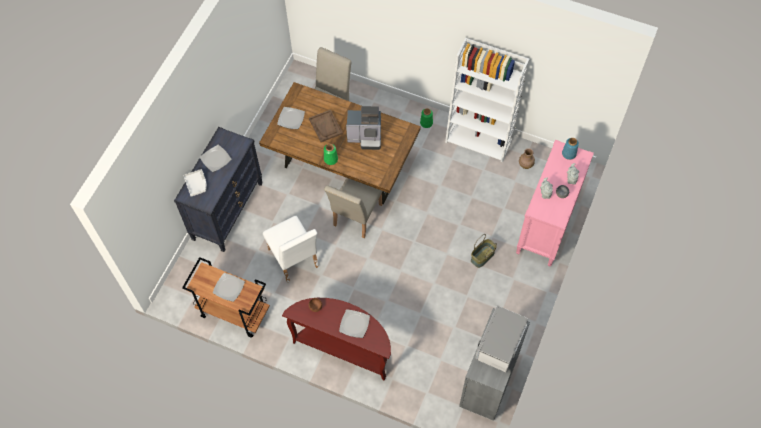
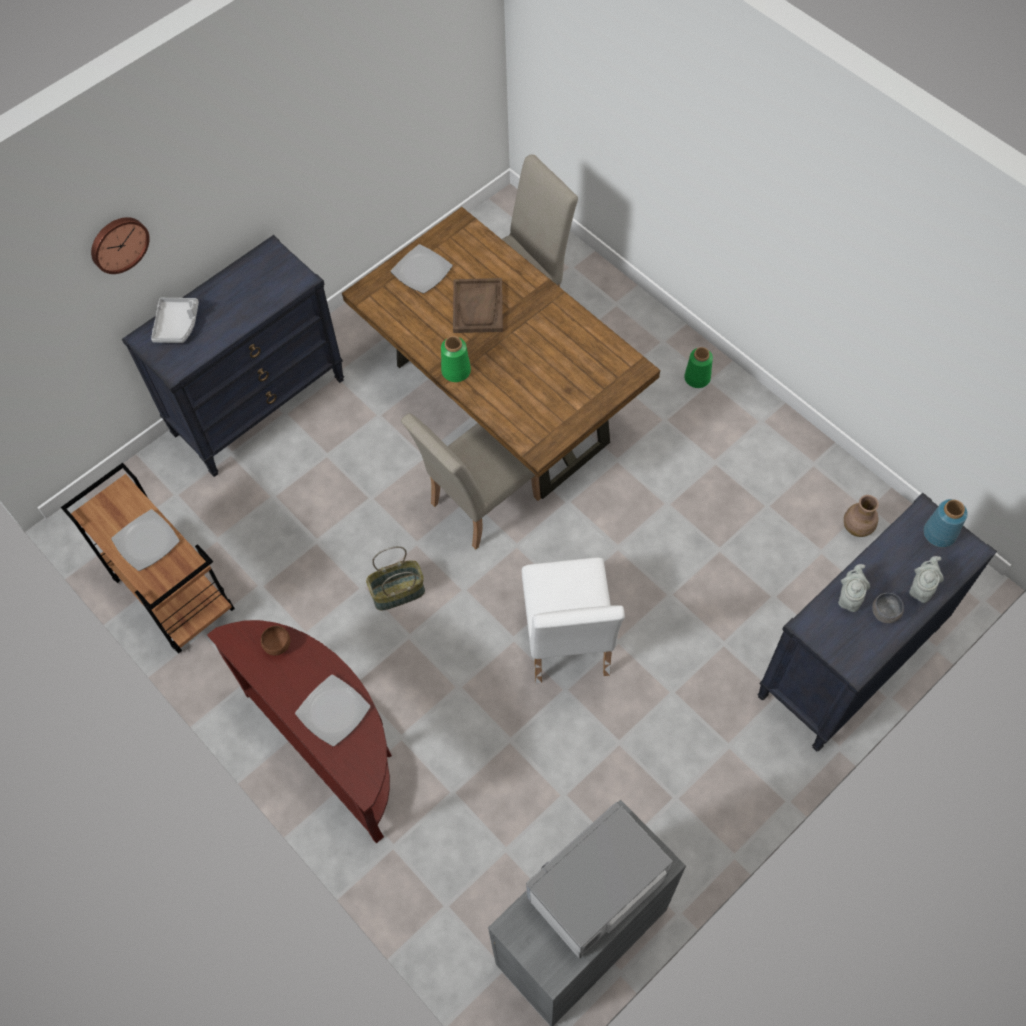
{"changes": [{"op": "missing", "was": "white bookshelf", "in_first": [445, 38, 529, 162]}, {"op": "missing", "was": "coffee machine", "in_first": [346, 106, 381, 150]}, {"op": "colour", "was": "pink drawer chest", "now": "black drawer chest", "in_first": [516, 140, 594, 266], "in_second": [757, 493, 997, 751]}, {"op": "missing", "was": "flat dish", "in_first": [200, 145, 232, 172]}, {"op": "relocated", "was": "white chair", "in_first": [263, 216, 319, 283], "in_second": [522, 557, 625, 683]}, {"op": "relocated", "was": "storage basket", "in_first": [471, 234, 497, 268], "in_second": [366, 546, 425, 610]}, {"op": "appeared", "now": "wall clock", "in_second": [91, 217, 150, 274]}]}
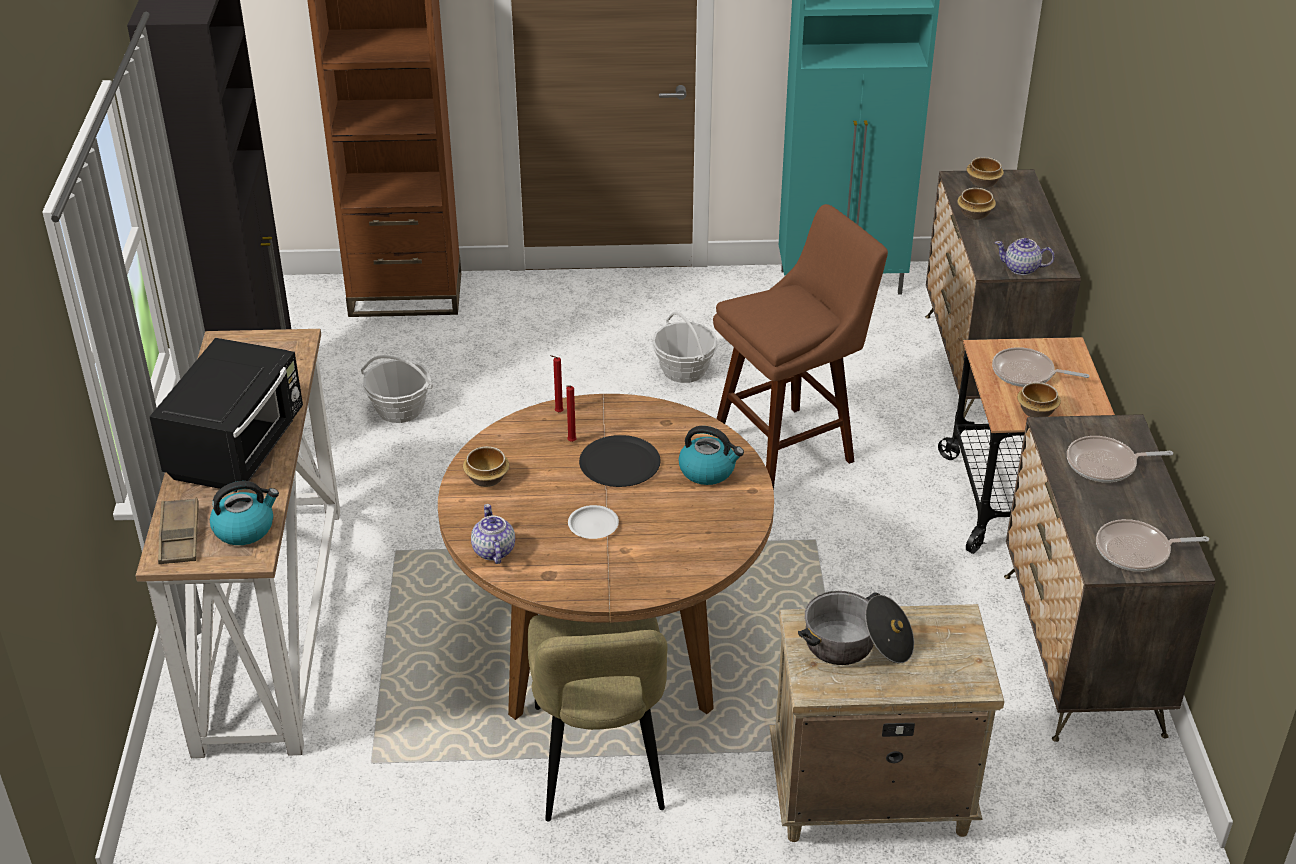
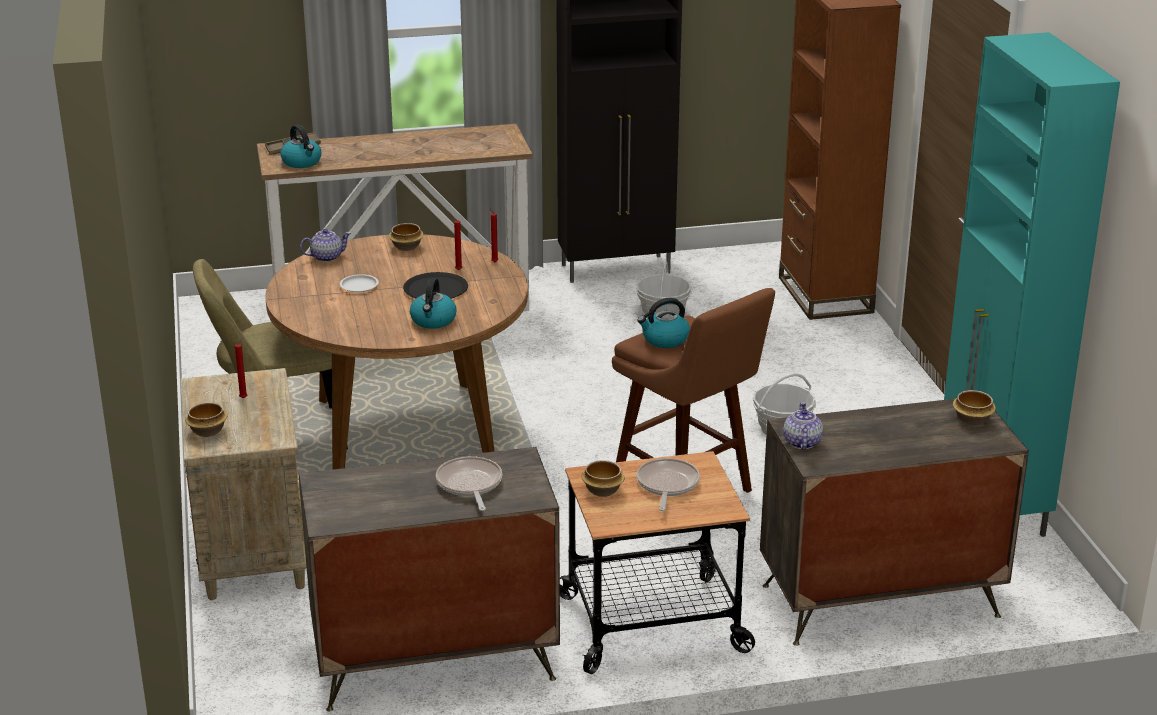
{"changes": [{"op": "relocated", "was": "deep dish", "in_first": [957, 188, 996, 220], "in_second": [185, 402, 227, 437]}, {"op": "missing", "was": "black microwave oven", "in_first": [150, 338, 303, 492]}, {"op": "missing", "was": "frying pan", "in_first": [1096, 519, 1209, 572]}, {"op": "exchanged", "was": "saucepot", "now": "red wax candle", "in_first": [798, 591, 914, 665], "in_second": [235, 337, 247, 398]}, {"op": "appeared", "now": "kettle", "in_second": [637, 298, 690, 348]}]}
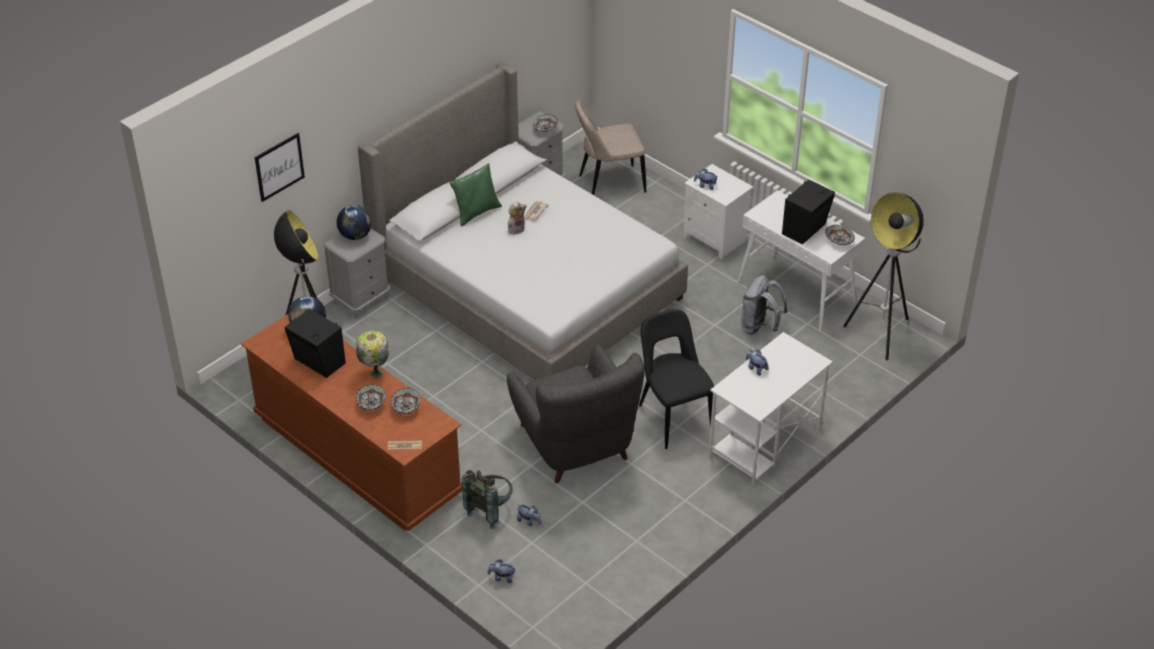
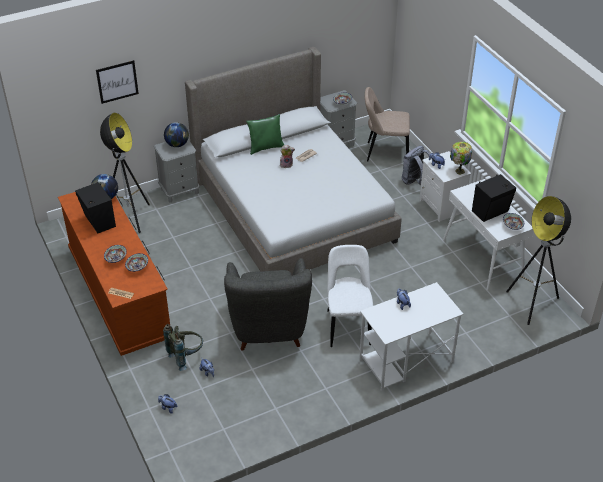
{"changes": [{"op": "relocated", "was": "greyish rucksack", "in_first": [741, 275, 788, 335], "in_second": [402, 146, 430, 185]}, {"op": "colour", "was": "black chair", "now": "white chair", "in_first": [639, 309, 714, 449], "in_second": [327, 245, 373, 347]}, {"op": "relocated", "was": "table lamp", "in_first": [356, 330, 389, 379], "in_second": [450, 141, 472, 175]}]}
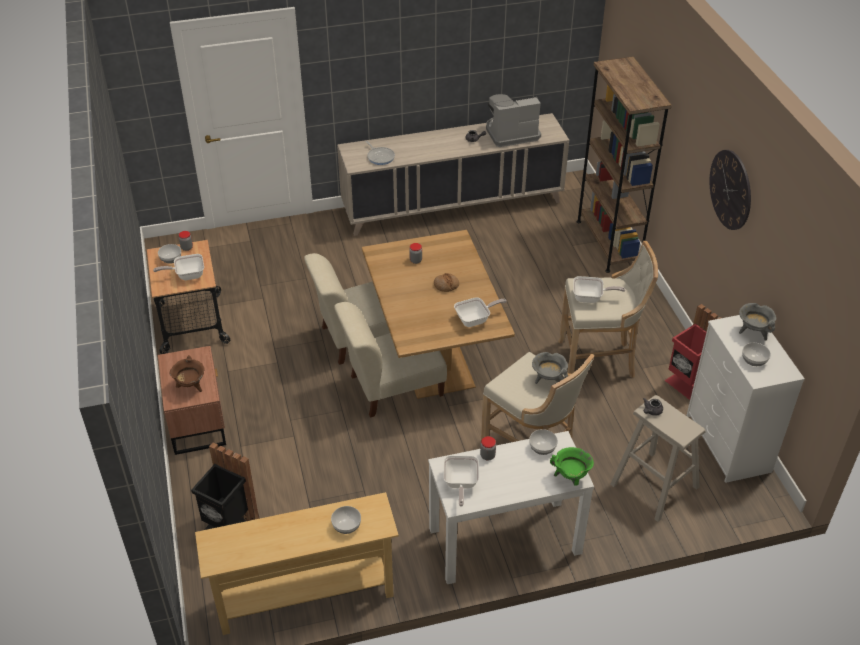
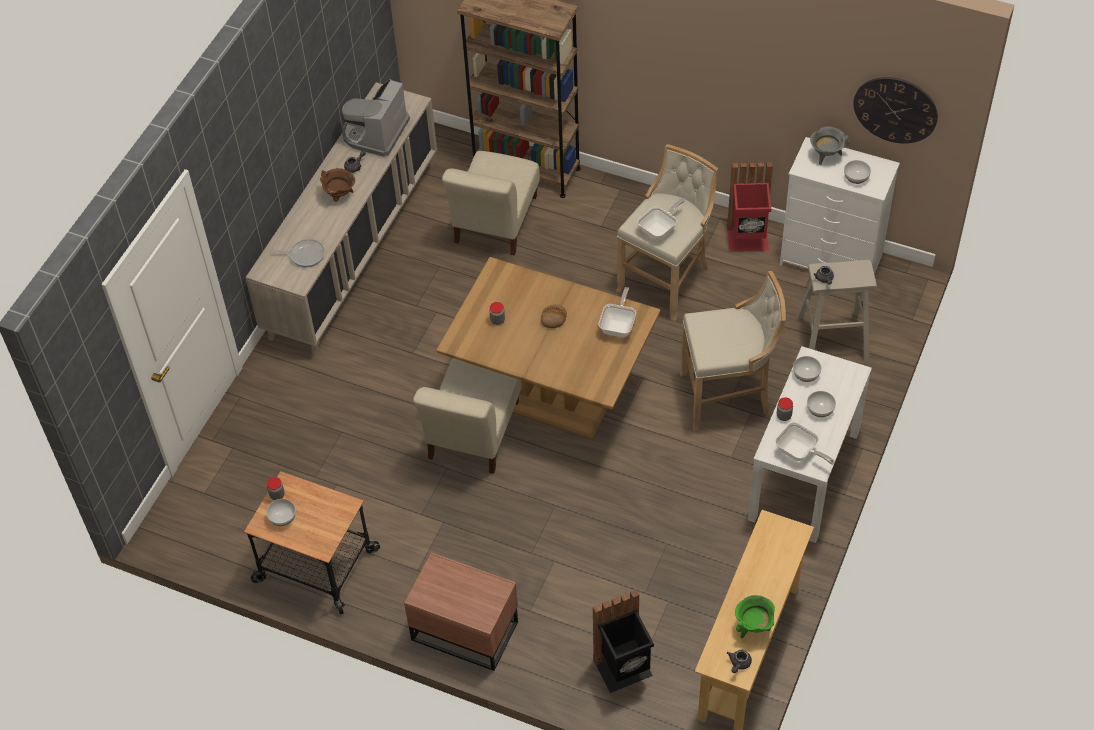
{"changes": [{"op": "relocated", "was": "wall clock", "in_first": [710, 150, 751, 230], "in_second": [853, 77, 938, 144]}, {"op": "missing", "was": "frying pan", "in_first": [153, 254, 204, 280]}, {"op": "relocated", "was": "beige-coloured chair", "in_first": [334, 302, 447, 418], "in_second": [442, 151, 540, 255]}, {"op": "missing", "was": "greyish saucepot", "in_first": [532, 352, 568, 384]}, {"op": "relocated", "was": "brown saucepot", "in_first": [169, 355, 205, 392], "in_second": [320, 168, 355, 202]}, {"op": "relocated", "was": "green saucepot", "in_first": [550, 447, 594, 486], "in_second": [735, 595, 775, 638]}, {"op": "relocated", "was": "deep dish", "in_first": [331, 506, 361, 534], "in_second": [807, 391, 836, 417]}, {"op": "appeared", "now": "greyish tea pot", "in_second": [727, 650, 752, 673]}]}
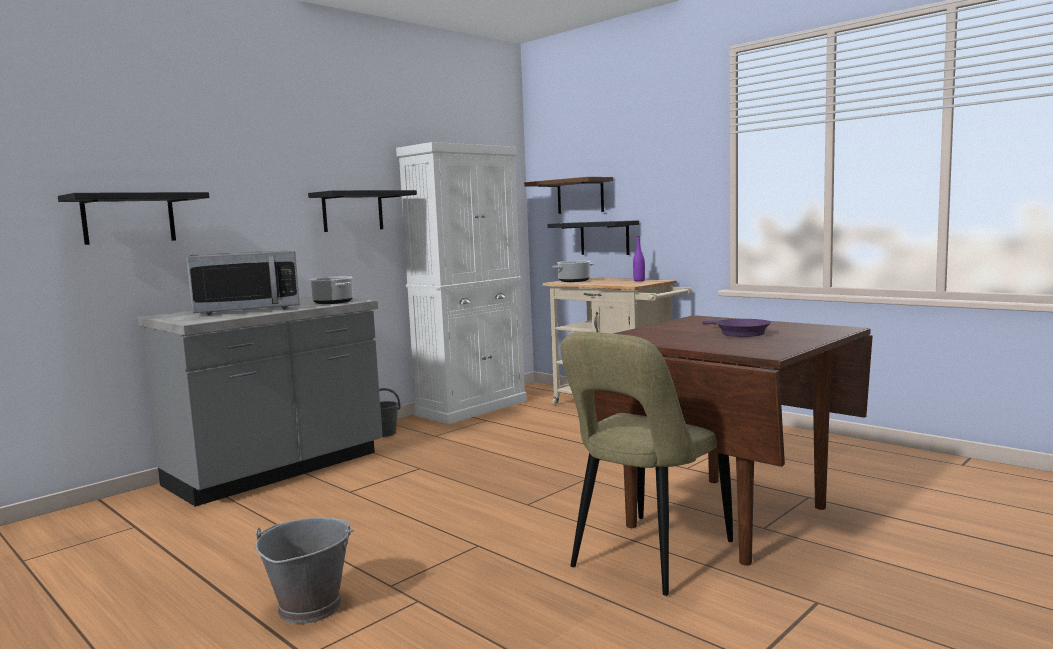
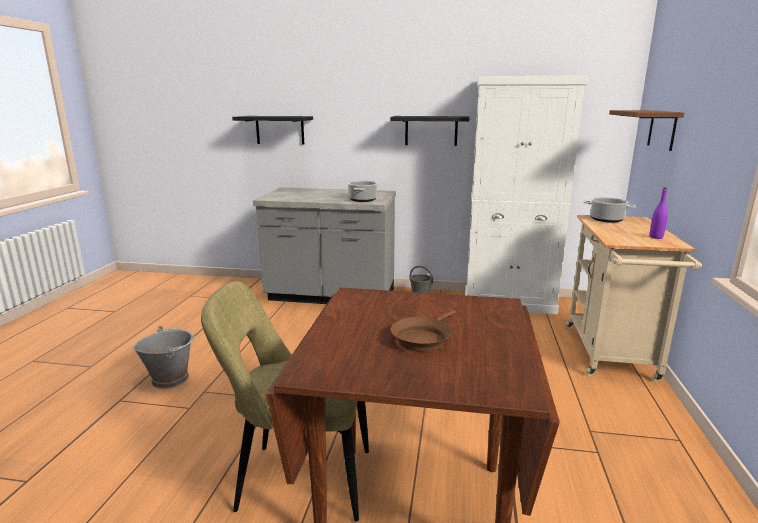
{"changes": [{"op": "missing", "was": "black bracket shelf", "in_first": [547, 220, 639, 255]}, {"op": "missing", "was": "microwave oven", "in_first": [186, 250, 300, 315]}, {"op": "colour", "was": "purplish frying pan", "now": "brown frying pan", "in_first": [702, 319, 771, 337], "in_second": [391, 310, 456, 352]}]}
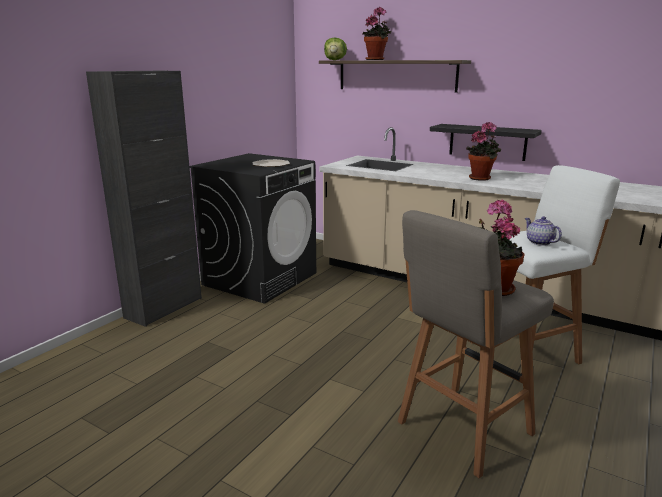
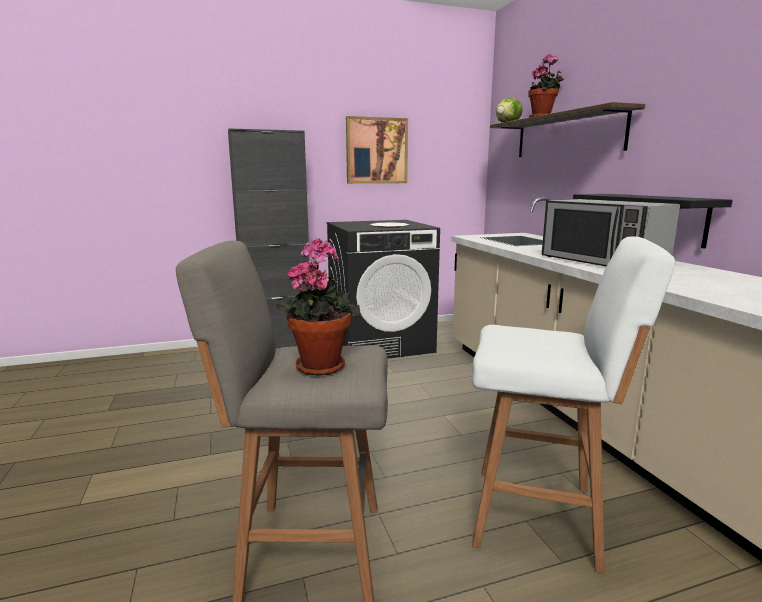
{"changes": [{"op": "exchanged", "was": "houseplant", "now": "microwave oven", "in_first": [466, 122, 501, 181], "in_second": [542, 199, 680, 267]}, {"op": "missing", "was": "tea pot", "in_first": [525, 216, 562, 246]}, {"op": "appeared", "now": "wall picture", "in_second": [346, 116, 408, 184]}]}
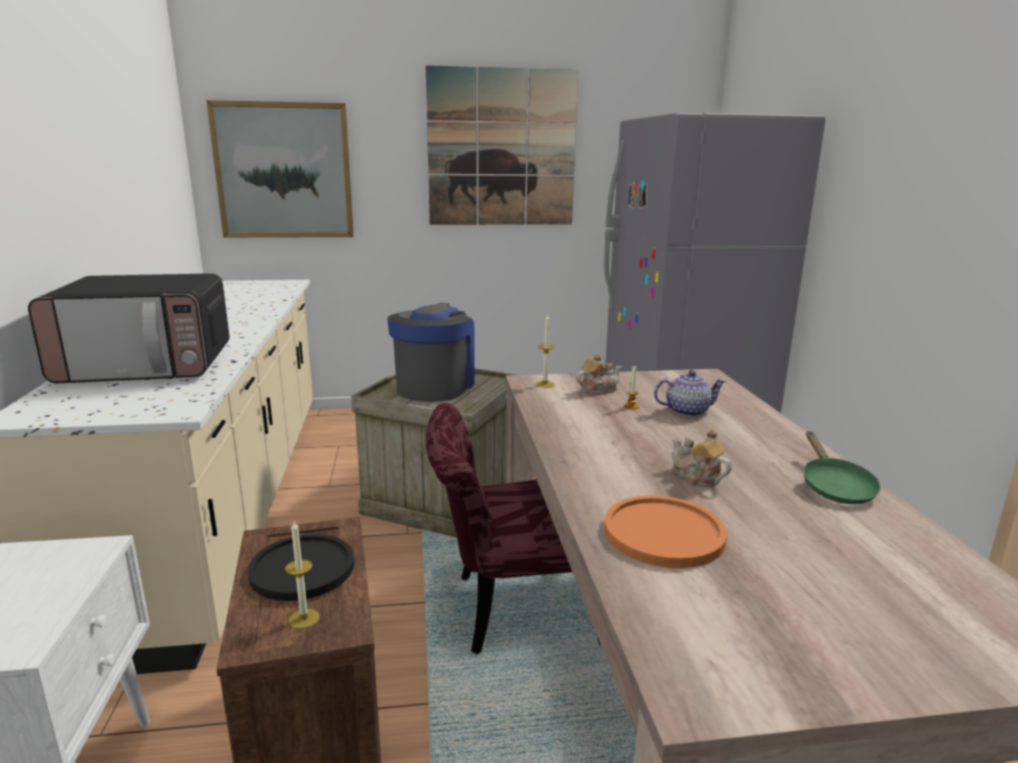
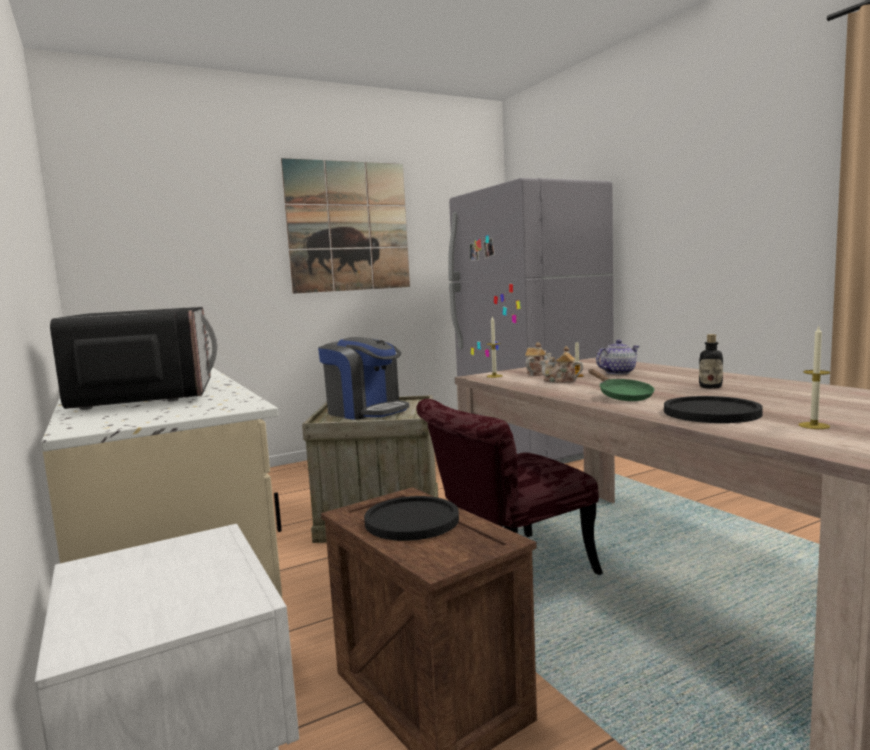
{"changes": [{"op": "missing", "was": "wall picture", "in_first": [206, 100, 354, 238]}, {"op": "spun", "was": "microwave oven", "in_first": [28, 273, 229, 383], "in_second": [50, 307, 217, 410], "clockwise": -75}, {"op": "spun", "was": "coffee machine", "in_first": [387, 303, 475, 402], "in_second": [318, 337, 409, 420], "clockwise": 135}, {"op": "relocated", "was": "tea pot", "in_first": [672, 429, 732, 487], "in_second": [540, 346, 583, 383]}, {"op": "relocated", "was": "green frying pan", "in_first": [803, 431, 881, 504], "in_second": [589, 369, 654, 401]}, {"op": "colour", "was": "orange-coloured flat dish", "now": "black flat dish", "in_first": [604, 495, 727, 568], "in_second": [664, 396, 763, 423]}, {"op": "relocated", "was": "wax candle", "in_first": [285, 521, 320, 629], "in_second": [799, 326, 830, 429]}, {"op": "appeared", "now": "drink bottle", "in_second": [699, 334, 723, 389]}]}
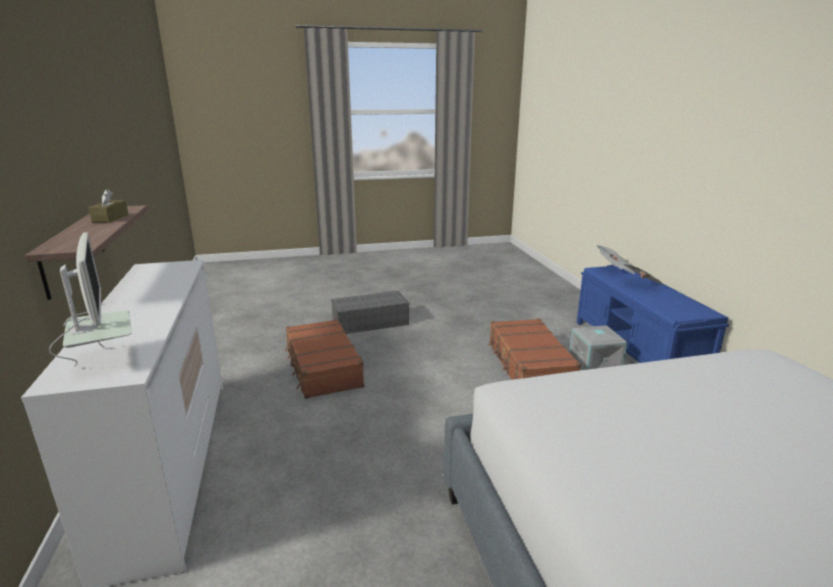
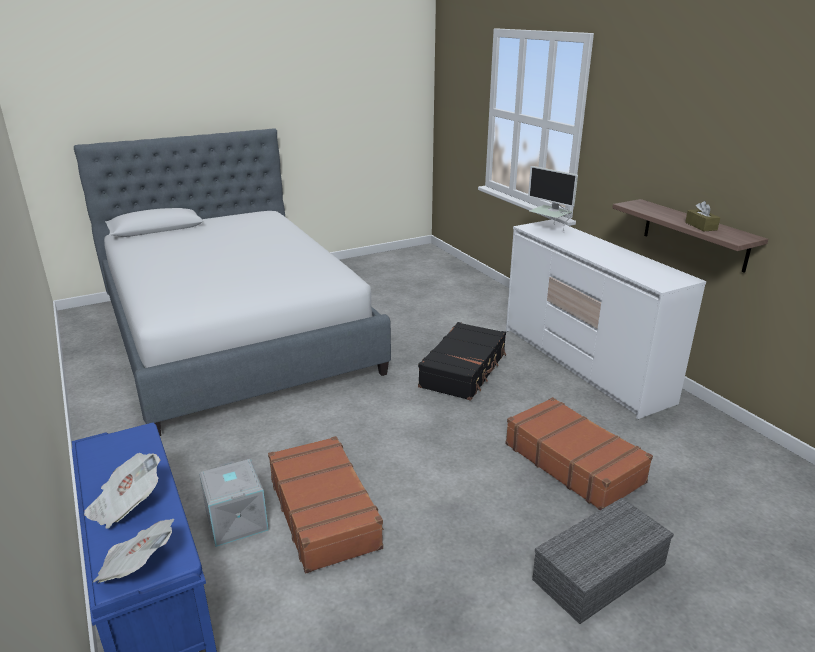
{"changes": [{"op": "appeared", "now": "black travel case", "in_second": [418, 322, 506, 400]}]}
